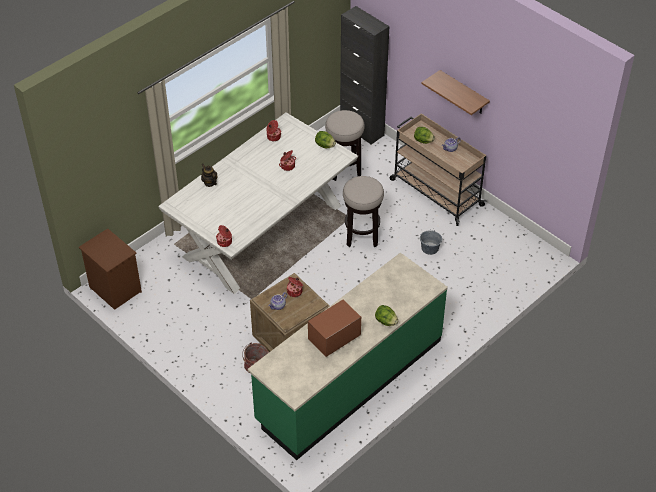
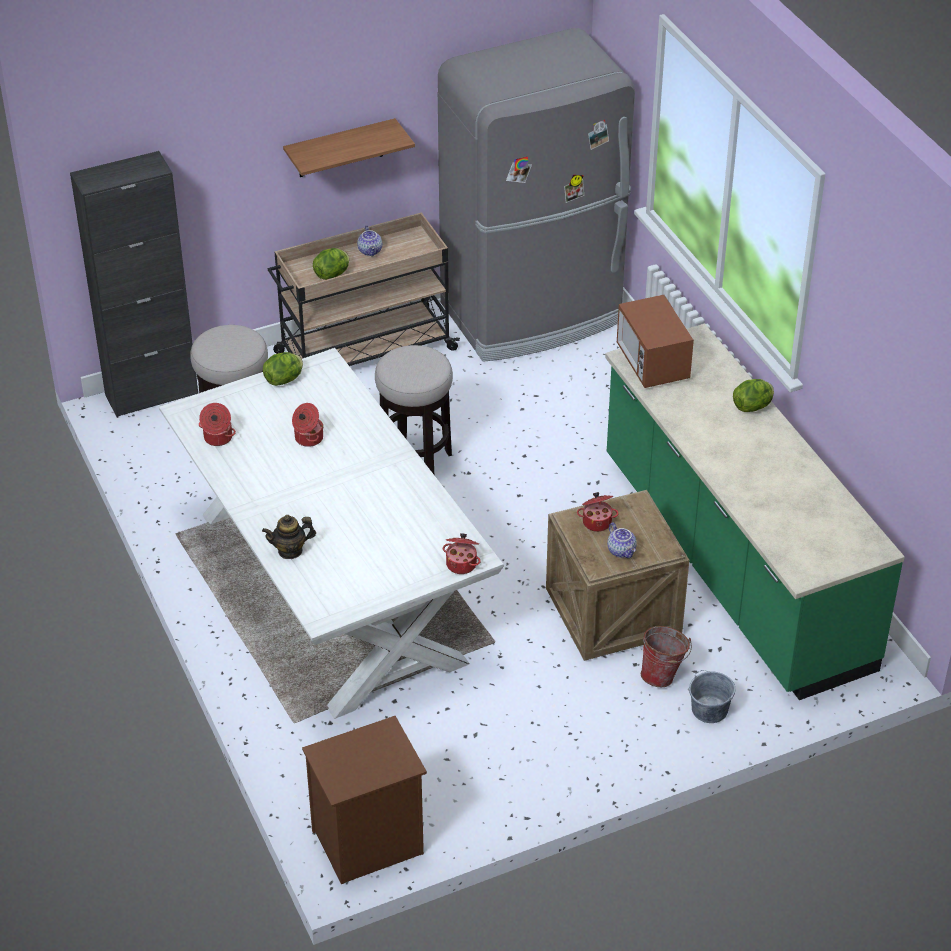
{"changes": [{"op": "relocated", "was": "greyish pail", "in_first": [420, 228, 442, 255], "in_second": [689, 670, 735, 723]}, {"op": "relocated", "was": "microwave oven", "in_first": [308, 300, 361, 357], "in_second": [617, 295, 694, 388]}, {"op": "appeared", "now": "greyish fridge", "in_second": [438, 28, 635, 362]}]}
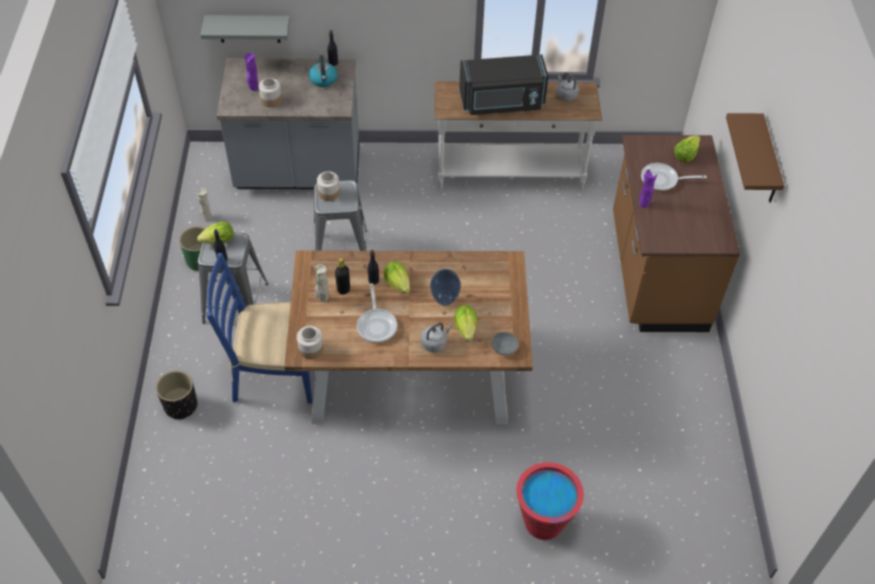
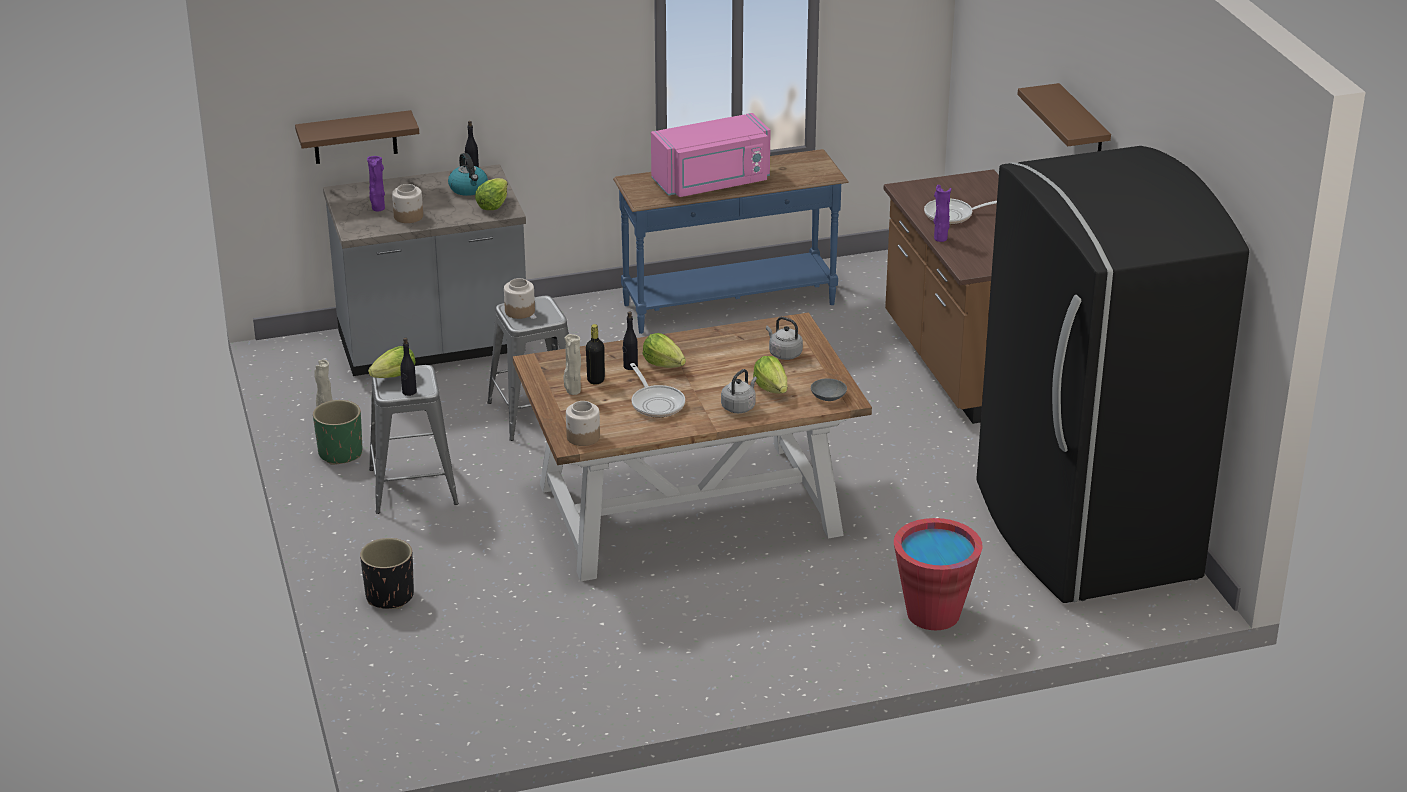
{"changes": [{"op": "colour", "was": "greyish bracket shelf", "now": "brown bracket shelf", "in_first": [200, 15, 290, 43], "in_second": [295, 110, 419, 164]}, {"op": "colour", "was": "black microwave oven", "now": "pink microwave oven", "in_first": [459, 54, 548, 115], "in_second": [651, 113, 771, 197]}, {"op": "relocated", "was": "greyish kettle", "in_first": [557, 73, 579, 101], "in_second": [766, 317, 803, 360]}, {"op": "colour", "was": "white hall table", "now": "blue-coloured hall table", "in_first": [435, 82, 602, 191], "in_second": [613, 149, 849, 334]}, {"op": "relocated", "was": "lettuce", "in_first": [674, 135, 700, 162], "in_second": [475, 178, 508, 210]}, {"op": "missing", "was": "blue-coloured chair", "in_first": [206, 253, 312, 403]}, {"op": "missing", "was": "flower vase", "in_first": [430, 269, 461, 306]}, {"op": "appeared", "now": "black fridge", "in_second": [976, 146, 1249, 603]}]}
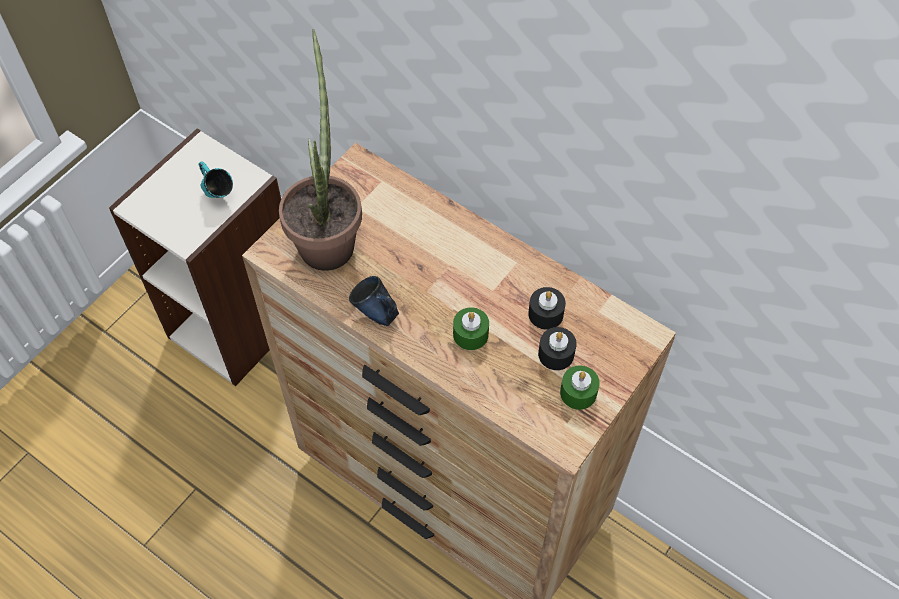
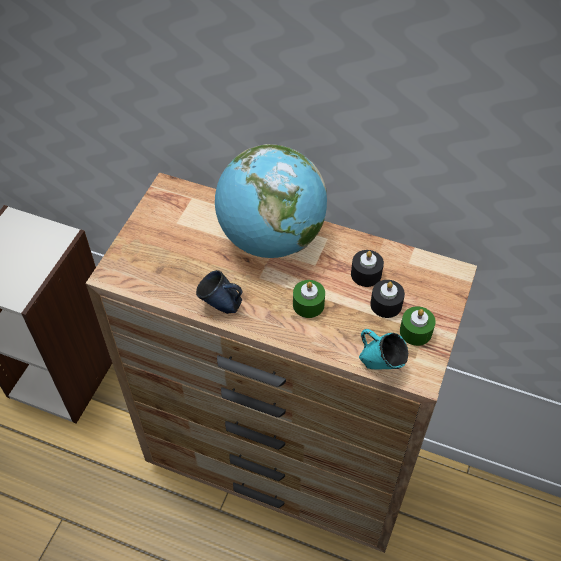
{"changes": [{"op": "missing", "was": "houseplant", "in_first": [279, 29, 362, 271]}, {"op": "relocated", "was": "turquoise-coloured mug", "in_first": [199, 161, 233, 198], "in_second": [359, 329, 408, 370]}, {"op": "appeared", "now": "world globe", "in_second": [215, 144, 327, 258]}]}
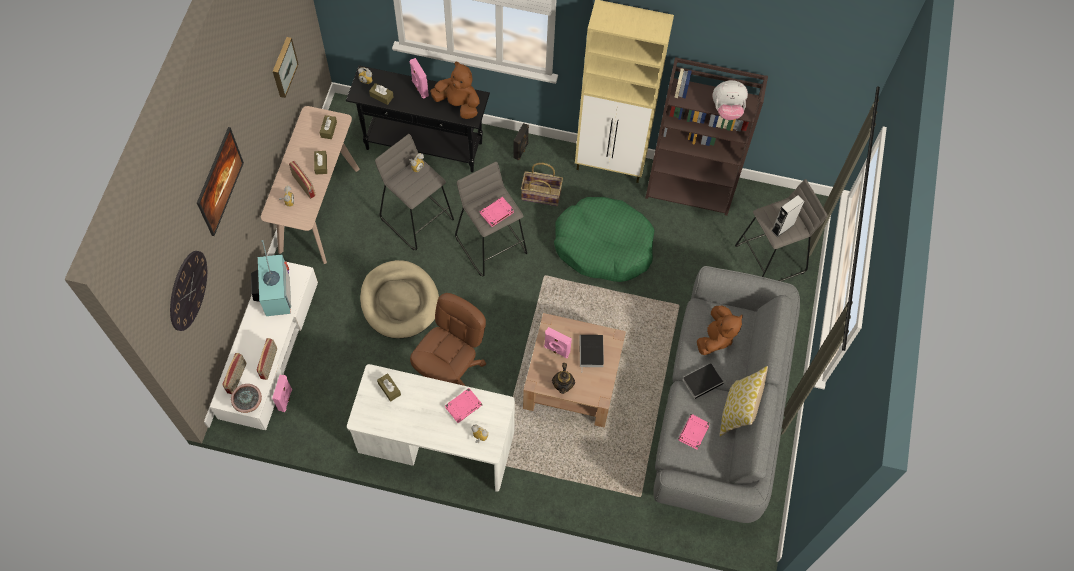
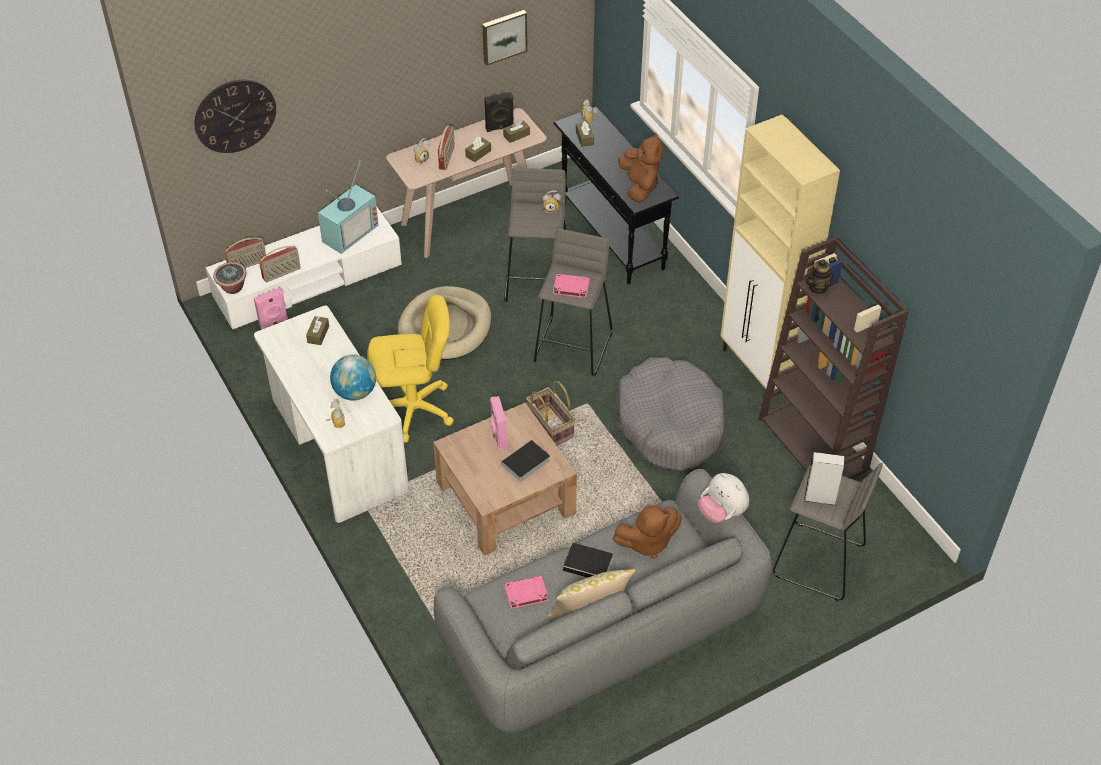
{"changes": [{"op": "missing", "was": "pink speaker", "in_first": [410, 58, 429, 99]}, {"op": "relocated", "was": "plush toy", "in_first": [712, 80, 748, 120], "in_second": [698, 473, 749, 523]}, {"op": "relocated", "was": "black speaker", "in_first": [513, 123, 529, 160], "in_second": [484, 92, 514, 132]}, {"op": "missing", "was": "wall picture", "in_first": [197, 127, 244, 236]}, {"op": "relocated", "was": "storage basket", "in_first": [521, 163, 563, 206], "in_second": [526, 381, 575, 445]}, {"op": "colour", "was": "green dog bed", "now": "greyish dog bed", "in_first": [554, 197, 655, 282], "in_second": [616, 357, 725, 470]}, {"op": "colour", "was": "brown computer chair", "now": "yellow-coloured computer chair", "in_first": [410, 293, 486, 386], "in_second": [367, 295, 454, 443]}, {"op": "relocated", "was": "tea pot", "in_first": [552, 363, 575, 394], "in_second": [806, 257, 837, 295]}, {"op": "exchanged", "was": "pink volume", "now": "world globe", "in_first": [445, 388, 482, 423], "in_second": [330, 355, 376, 401]}]}
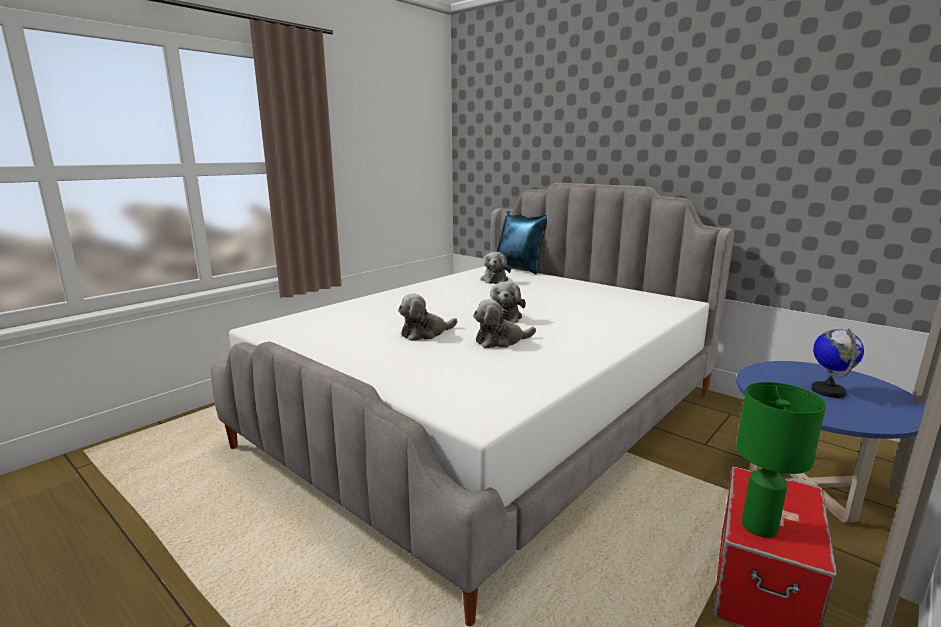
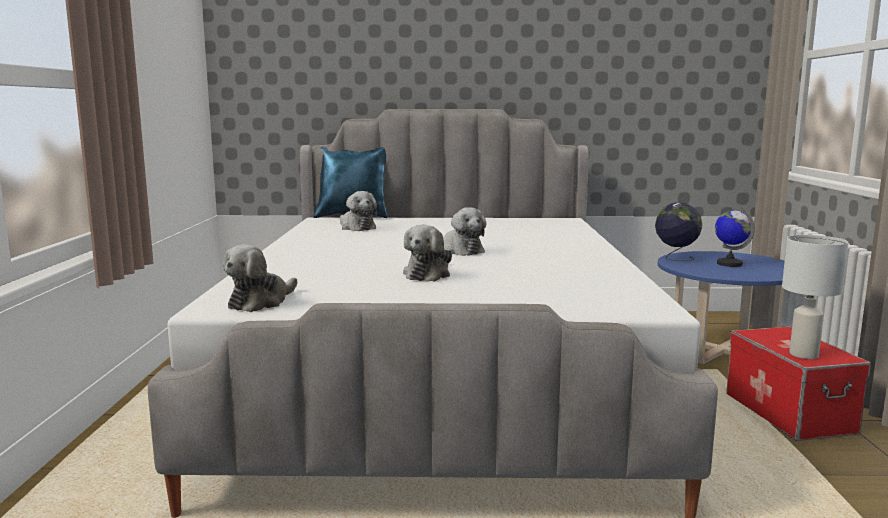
{"changes": [{"op": "relocated", "was": "plush toy", "in_first": [473, 299, 536, 348], "in_second": [223, 244, 298, 312]}, {"op": "colour", "was": "green table lamp", "now": "white table lamp", "in_first": [736, 382, 826, 538], "in_second": [782, 235, 848, 359]}, {"op": "appeared", "now": "world globe", "in_second": [655, 203, 702, 261]}]}
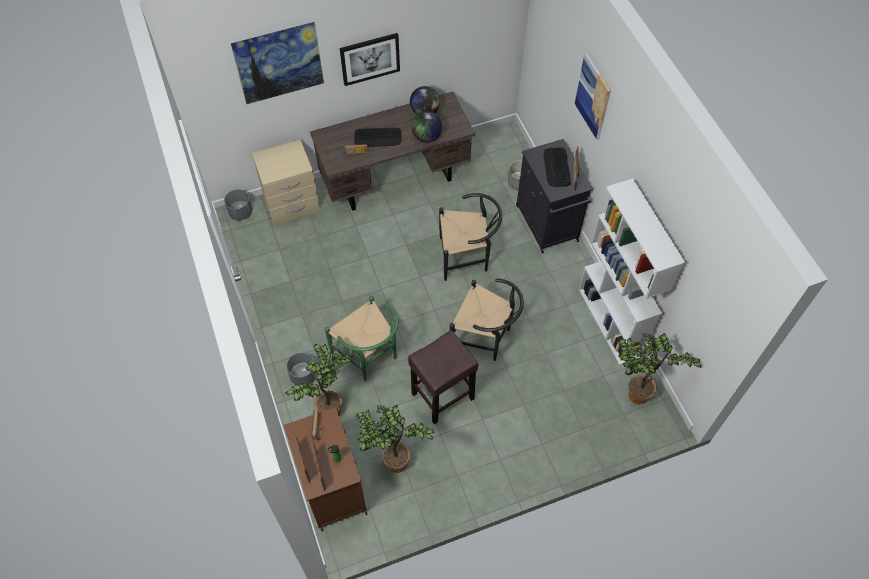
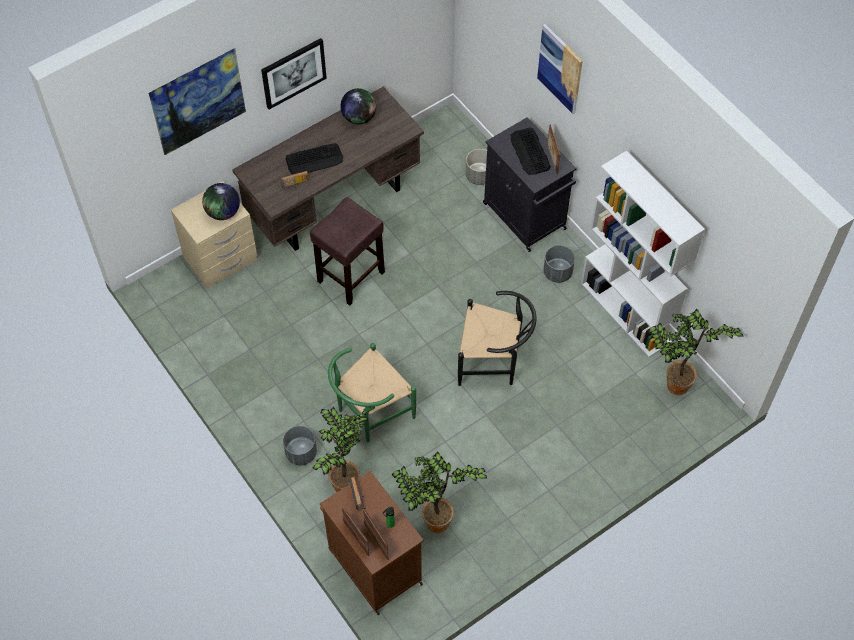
{"changes": [{"op": "relocated", "was": "world globe", "in_first": [411, 111, 442, 143], "in_second": [202, 183, 240, 220]}, {"op": "relocated", "was": "greyish flower pot", "in_first": [224, 189, 252, 221], "in_second": [543, 245, 575, 283]}, {"op": "missing", "was": "black chair", "in_first": [439, 193, 502, 281]}, {"op": "spun", "was": "green chair", "in_first": [325, 296, 399, 381], "in_second": [328, 343, 416, 442], "clockwise": 105}, {"op": "relocated", "was": "brown stool seat", "in_first": [408, 330, 479, 424], "in_second": [310, 197, 385, 306]}]}
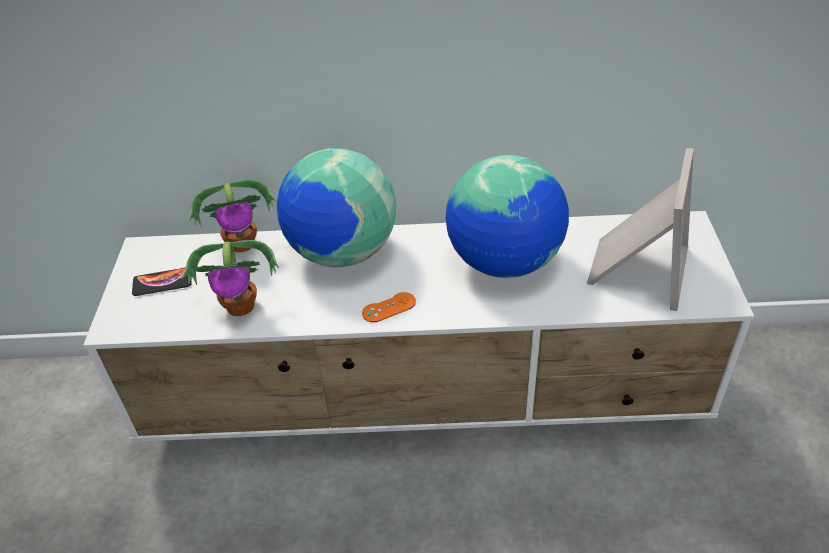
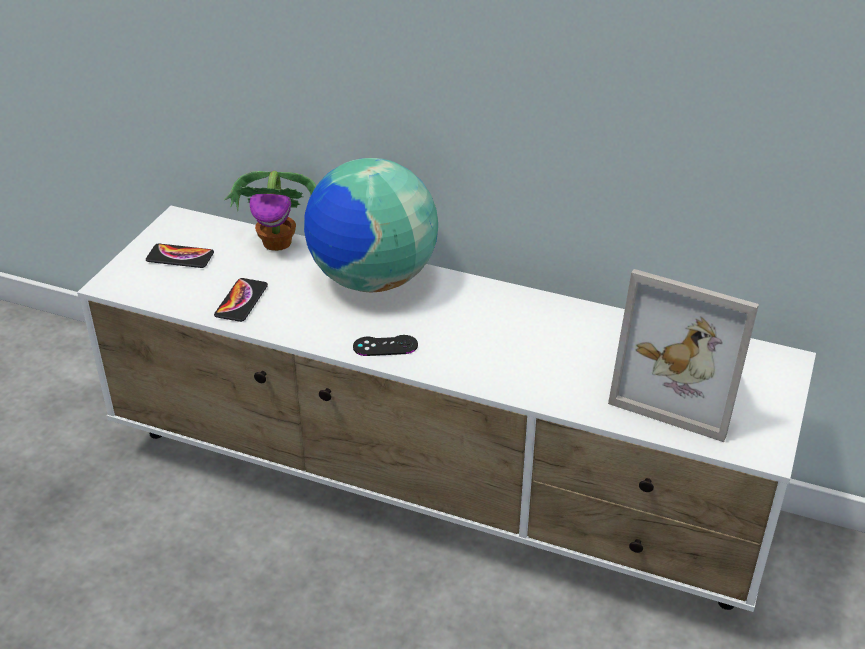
{"changes": [{"op": "spun", "was": "photo frame", "in_first": [587, 148, 694, 311], "in_second": [608, 269, 759, 442], "clockwise": 75}, {"op": "missing", "was": "world globe", "in_first": [446, 155, 569, 278]}, {"op": "exchanged", "was": "houseplant", "now": "handset", "in_first": [181, 240, 279, 316], "in_second": [214, 278, 268, 322]}, {"op": "colour", "was": "orange-coloured joypad", "now": "black joypad", "in_first": [362, 292, 416, 322], "in_second": [353, 335, 418, 356]}]}
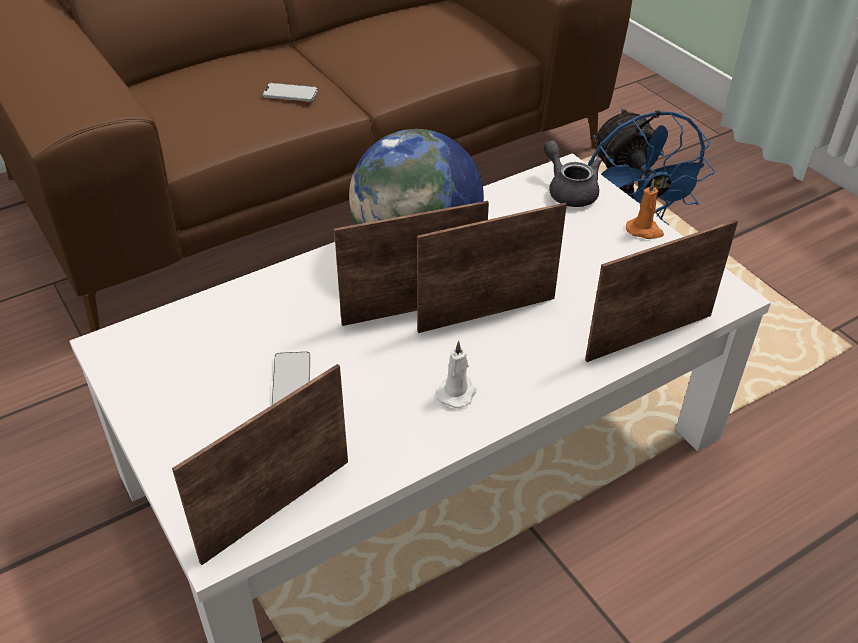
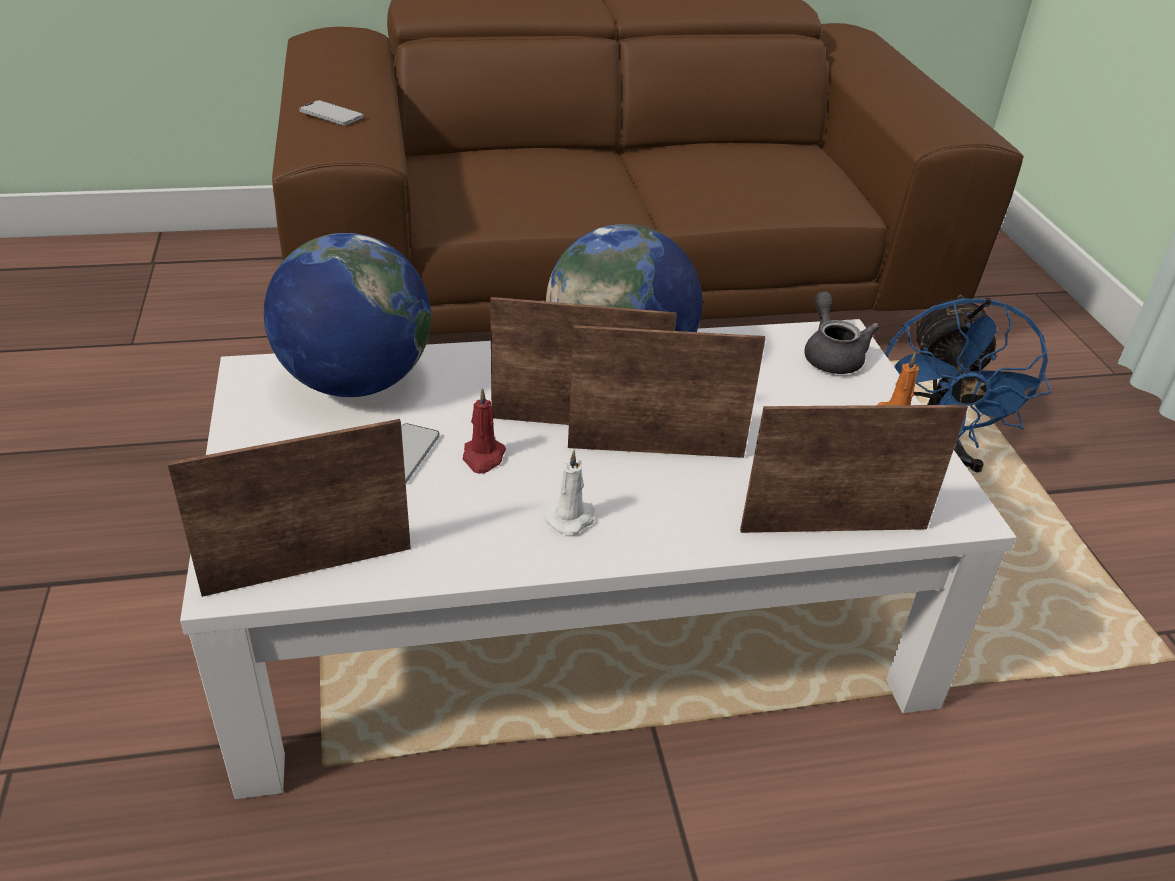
{"changes": [{"op": "relocated", "was": "handset", "in_first": [263, 83, 318, 102], "in_second": [299, 100, 364, 125]}, {"op": "appeared", "now": "world globe", "in_second": [264, 233, 431, 397]}, {"op": "appeared", "now": "red wax candle", "in_second": [463, 388, 506, 474]}]}
